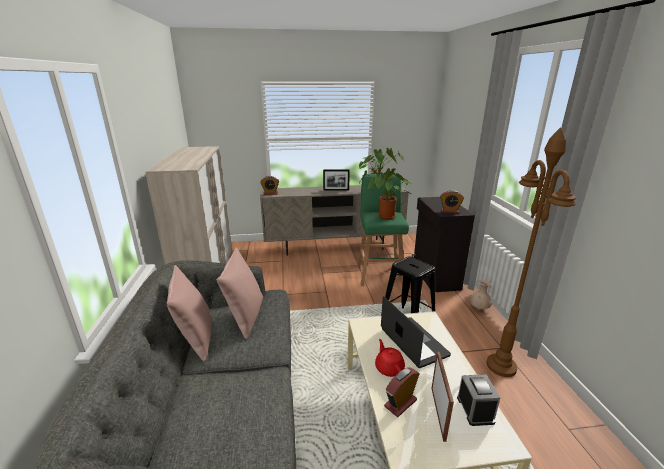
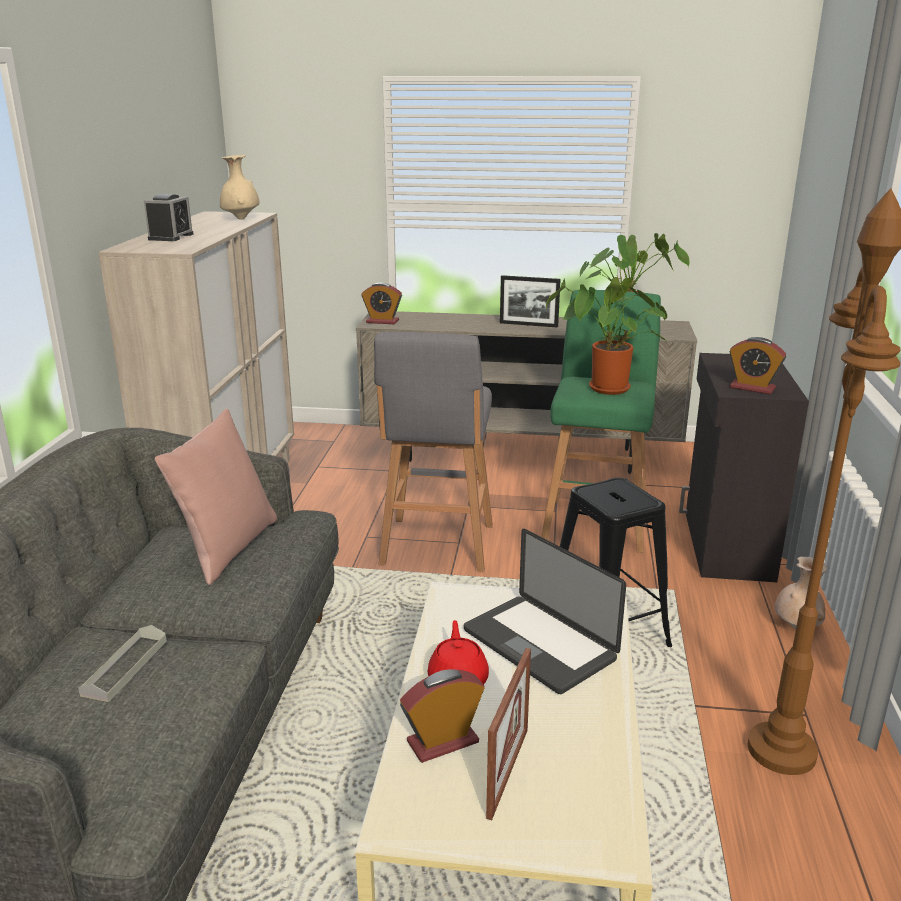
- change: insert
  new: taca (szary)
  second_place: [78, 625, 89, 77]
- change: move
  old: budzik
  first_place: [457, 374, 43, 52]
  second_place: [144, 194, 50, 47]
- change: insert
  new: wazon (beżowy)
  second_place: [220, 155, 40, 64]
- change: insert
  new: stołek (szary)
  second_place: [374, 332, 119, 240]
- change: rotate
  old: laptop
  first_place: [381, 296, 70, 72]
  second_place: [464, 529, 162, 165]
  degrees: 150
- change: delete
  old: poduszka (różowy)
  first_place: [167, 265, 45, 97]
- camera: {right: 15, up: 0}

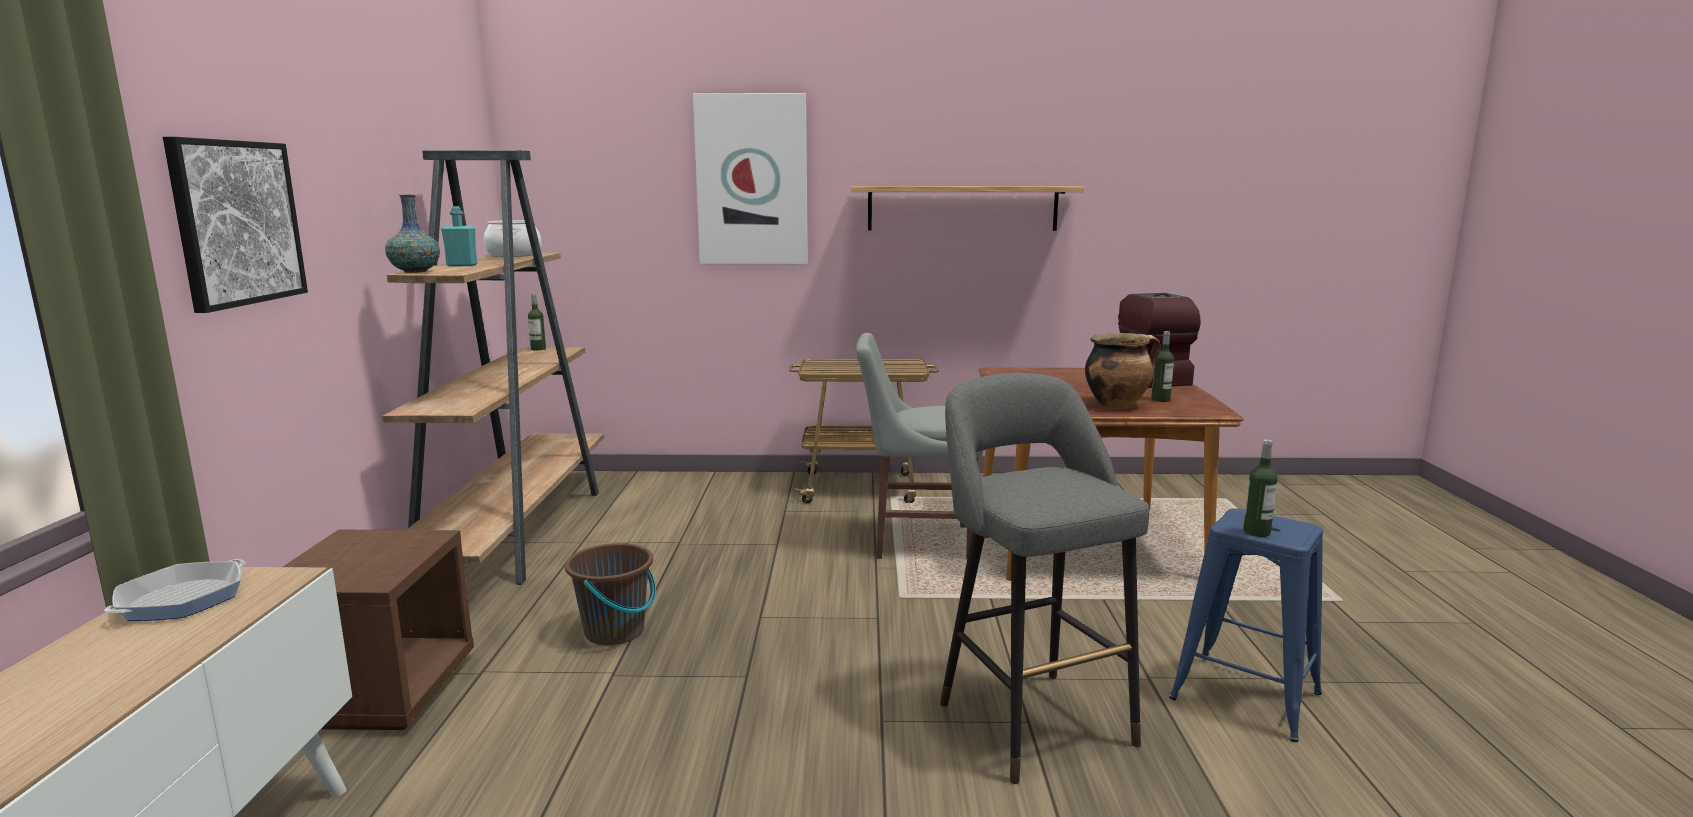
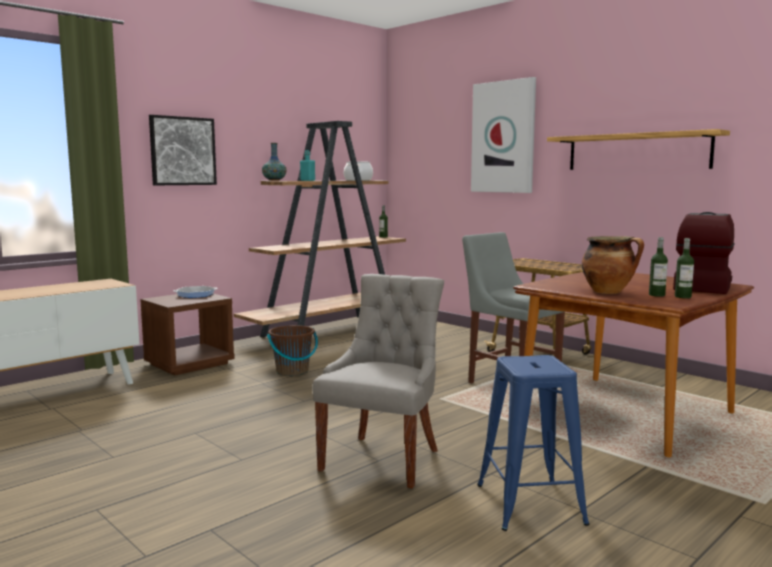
- change: move
  old: patelnia
  first_place: [104, 559, 142, 62]
  second_place: [173, 286, 45, 12]
- change: replace
  old: stołek (szary)
  new: krzesło (szary)
  first_place: [940, 373, 209, 411]
  second_place: [313, 274, 131, 215]
- change: move
  old: butelka
  first_place: [1243, 440, 35, 97]
  second_place: [675, 238, 19, 60]
- camera: {right: 45, up: -5}

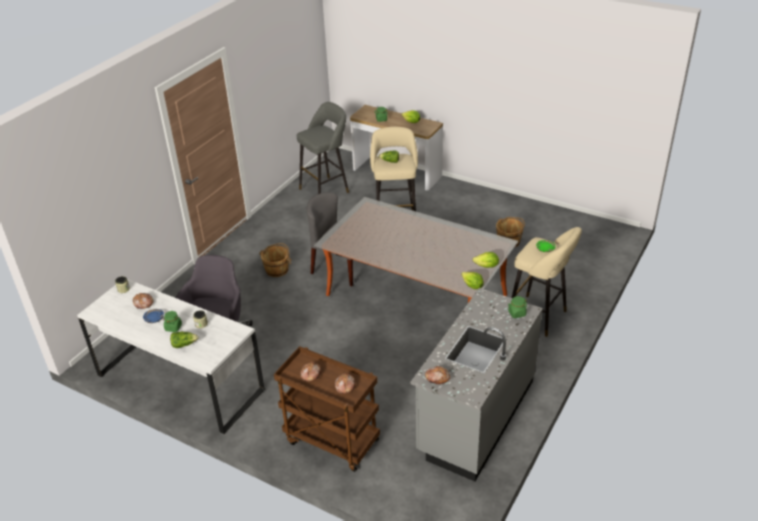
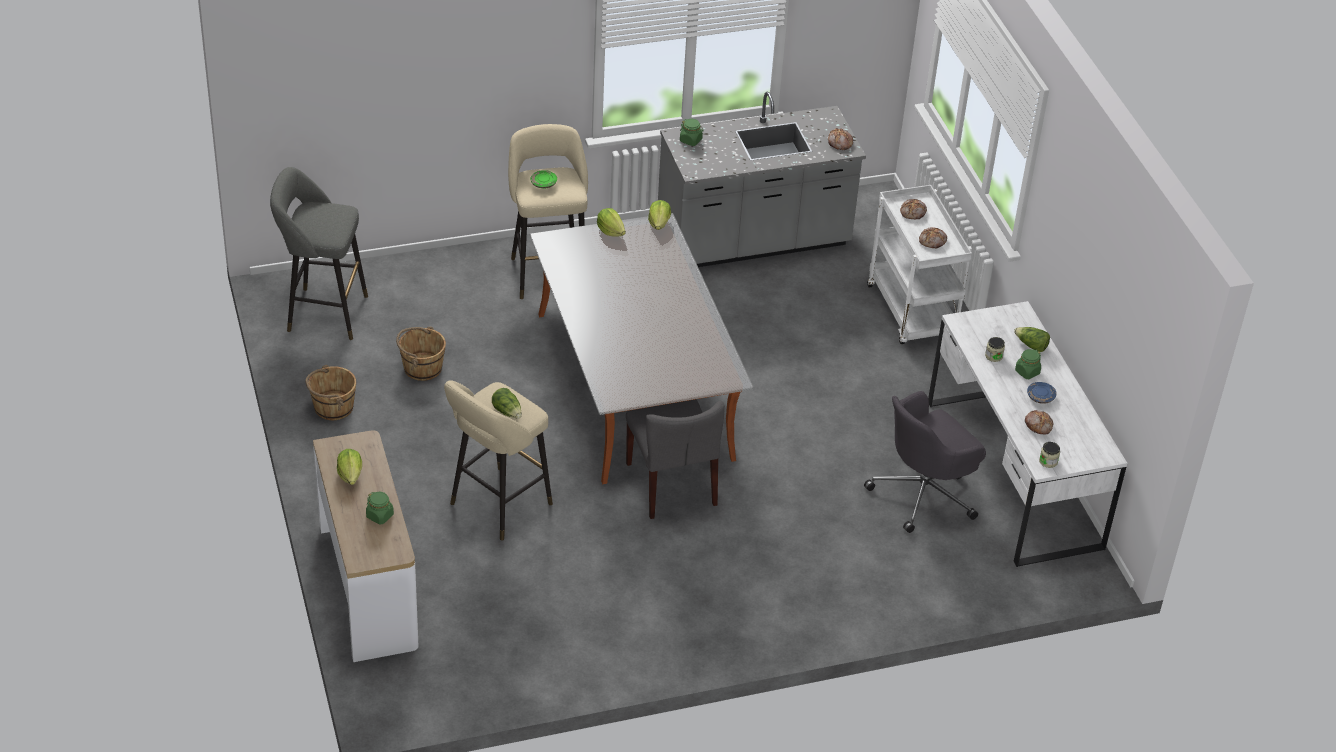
- change: move
  old: stołek (szary)
  first_place: [297, 102, 52, 92]
  second_place: [270, 167, 98, 173]
- change: move
  old: wiadro (brązowy)
  first_place: [259, 243, 33, 34]
  second_place: [305, 365, 51, 55]
- change: recolor
  old: wózek (brązowy)
  new: wózek (biały)
  first_place: [274, 346, 106, 126]
  second_place: [867, 185, 105, 159]
- camera: {right: -140, up: 5}

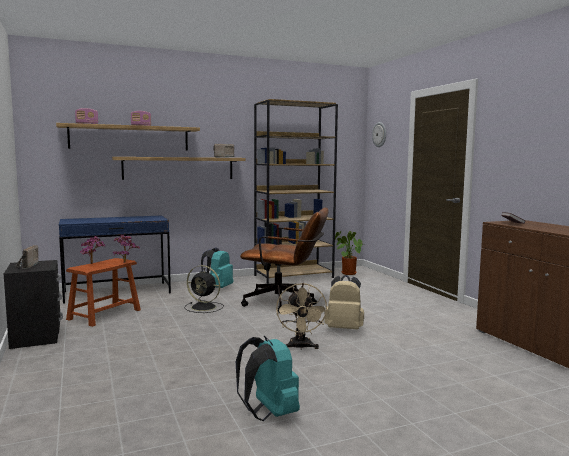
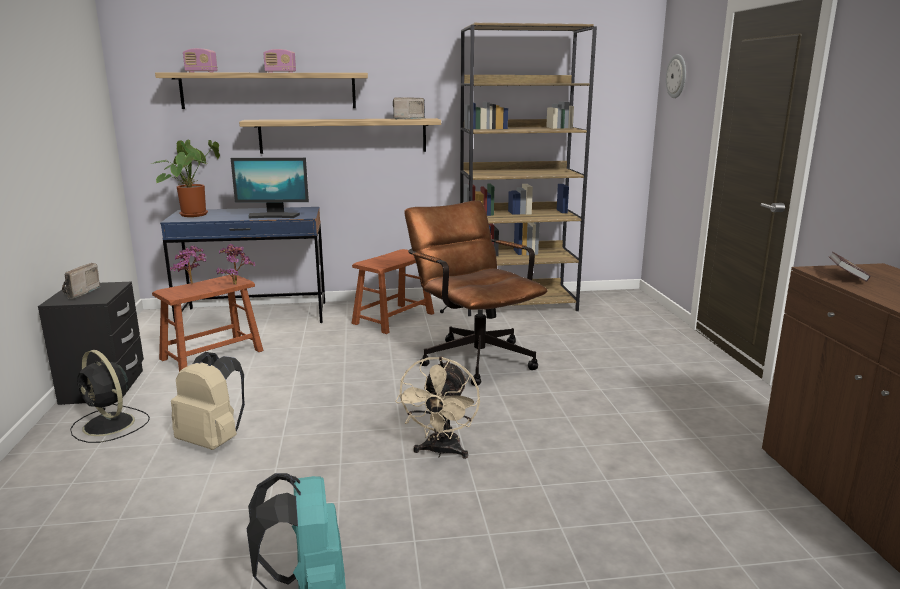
- change: move
  old: wentylator (czarny)
  first_place: [185, 265, 39, 48]
  second_place: [70, 350, 80, 93]
- change: move
  old: roślina doniczkowa
  first_place: [335, 231, 29, 44]
  second_place: [152, 140, 68, 77]
- change: move
  old: plecak (beżowy)
  first_place: [324, 275, 40, 55]
  second_place: [171, 352, 74, 98]
- change: insert
  new: monitor
  second_place: [231, 158, 78, 60]
- change: replace
  old: plecak (turkusowy)
  new: stołek (brązowy)
  first_place: [201, 247, 33, 41]
  second_place: [352, 249, 82, 85]
- change: rotate
  old: krzesło biurowe (brązowy)
  first_place: [240, 207, 89, 106]
  second_place: [404, 200, 144, 186]
  degrees: -150
- camera: {right: 15, up: 10}

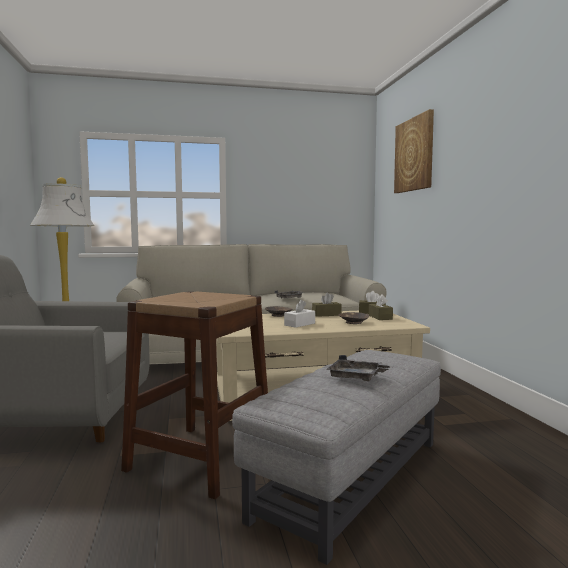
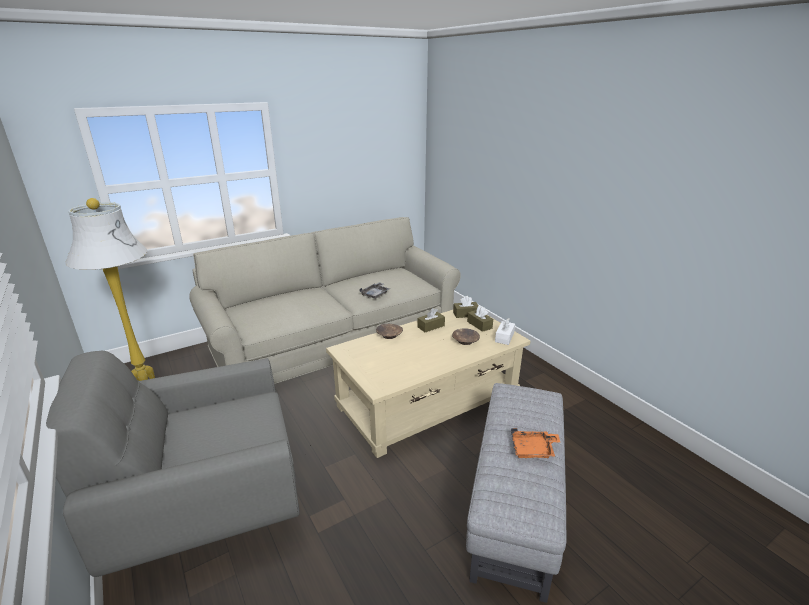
- change: move
  old: pudełko chusteczek (biały)
  first_place: [284, 300, 31, 28]
  second_place: [495, 318, 20, 27]
- change: recolor
  old: taca (szary)
  new: taca (pomarańczowy)
  first_place: [326, 355, 68, 26]
  second_place: [511, 428, 49, 30]
- change: delete
  old: stołek (brązowy)
  first_place: [121, 291, 147, 208]
- change: delete
  old: obraz
  first_place: [394, 109, 40, 84]
- camera: {right: -20, up: 20}

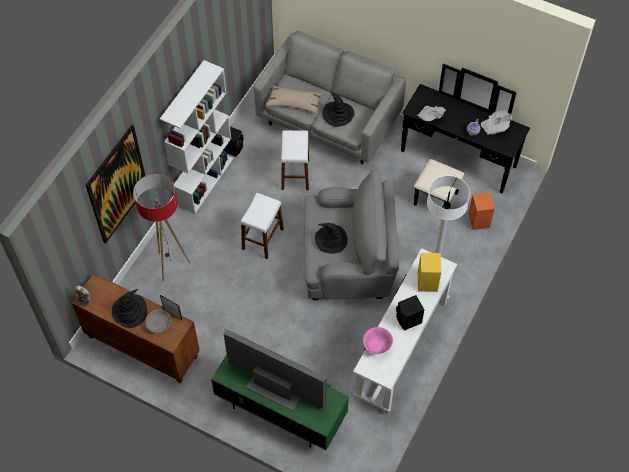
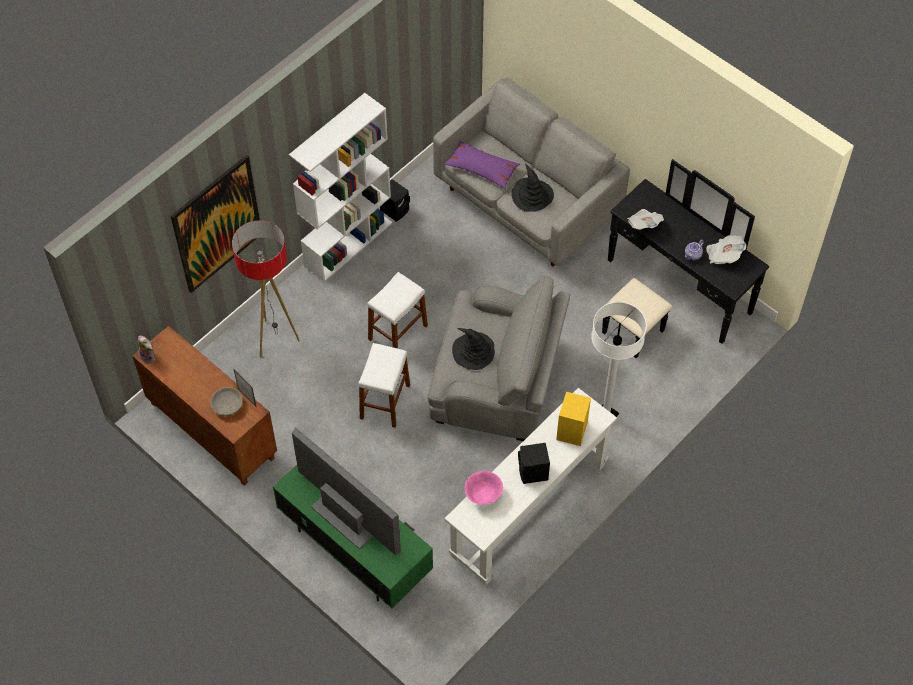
- change: move
  old: stołek (biały)
  first_place: [281, 130, 28, 60]
  second_place: [358, 343, 52, 85]
- change: recolor
  old: poduszka (beżowy)
  new: poduszka (fioletowy)
  first_place: [266, 85, 57, 28]
  second_place: [444, 141, 76, 48]
- change: delete
  old: kapelusz (czarny)
  first_place: [112, 289, 35, 39]
- change: delete
  old: głośnik (pomarańczowy)
  first_place: [468, 192, 27, 38]
- camera: {right: 15, up: 0}

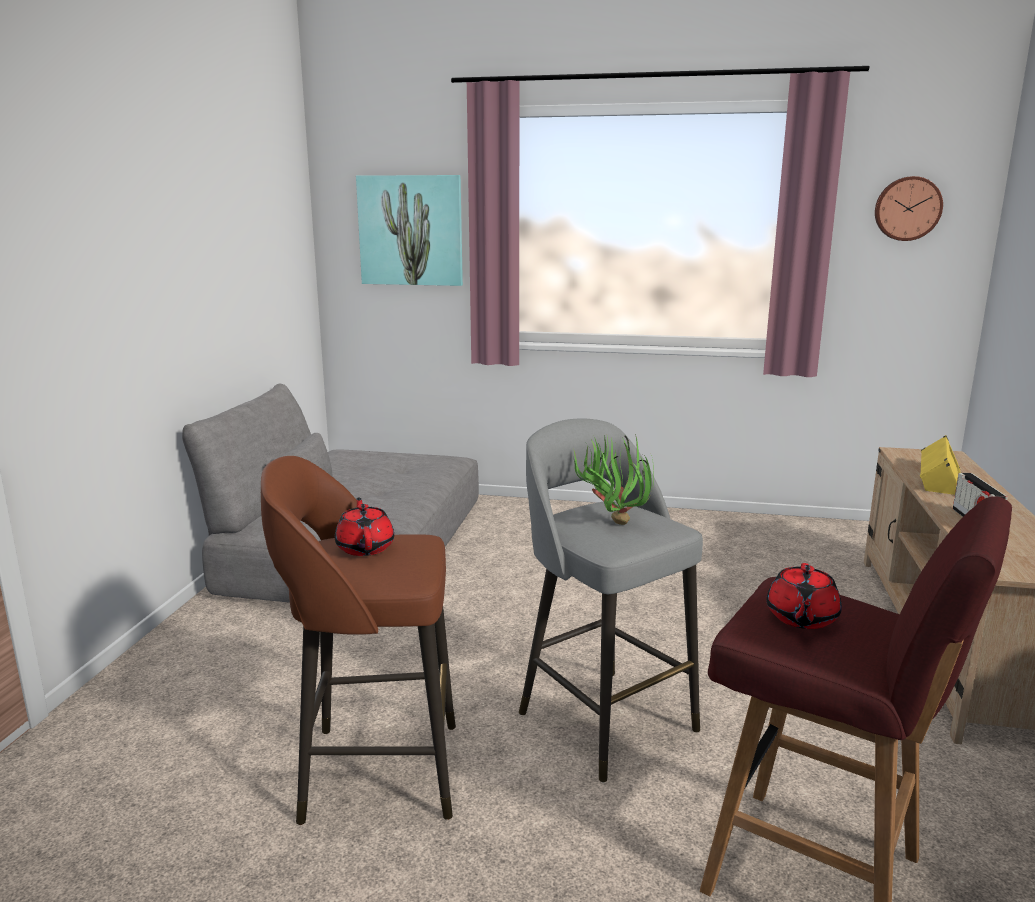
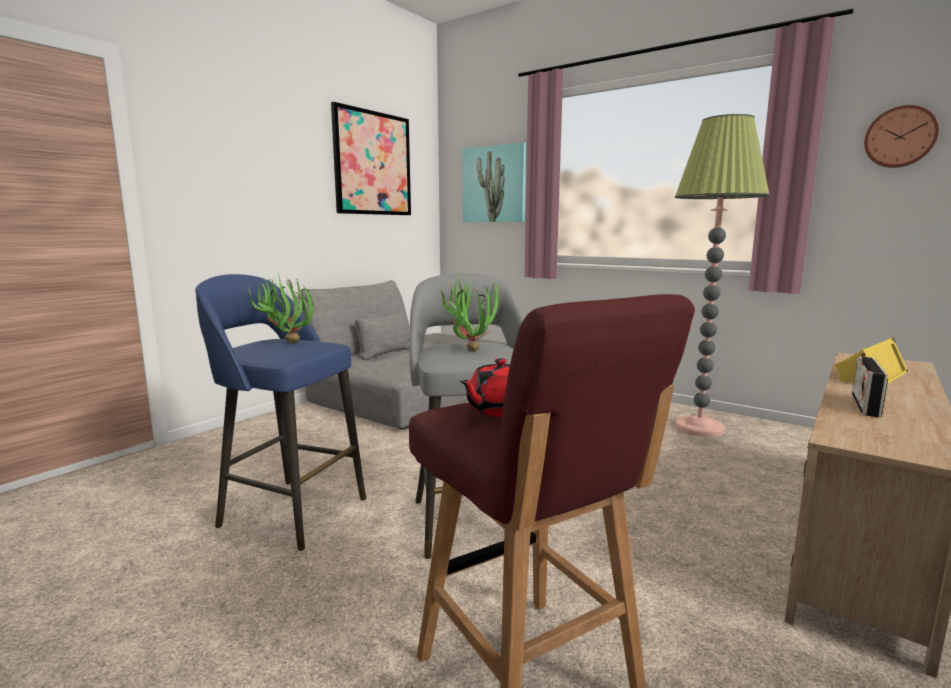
- change: recolor
  old: stołek (brązowy)
  new: stołek (niebieski)
  first_place: [261, 456, 195, 369]
  second_place: [195, 274, 171, 277]
- change: replace
  old: imbryk (czerwony)
  new: roślina doniczkowa
  first_place: [335, 497, 59, 59]
  second_place: [247, 273, 68, 70]
- change: insert
  new: obraz
  second_place: [331, 102, 80, 113]
- change: insert
  new: lampa stojąca
  second_place: [675, 114, 95, 323]
- camera: {right: 25, up: -5}

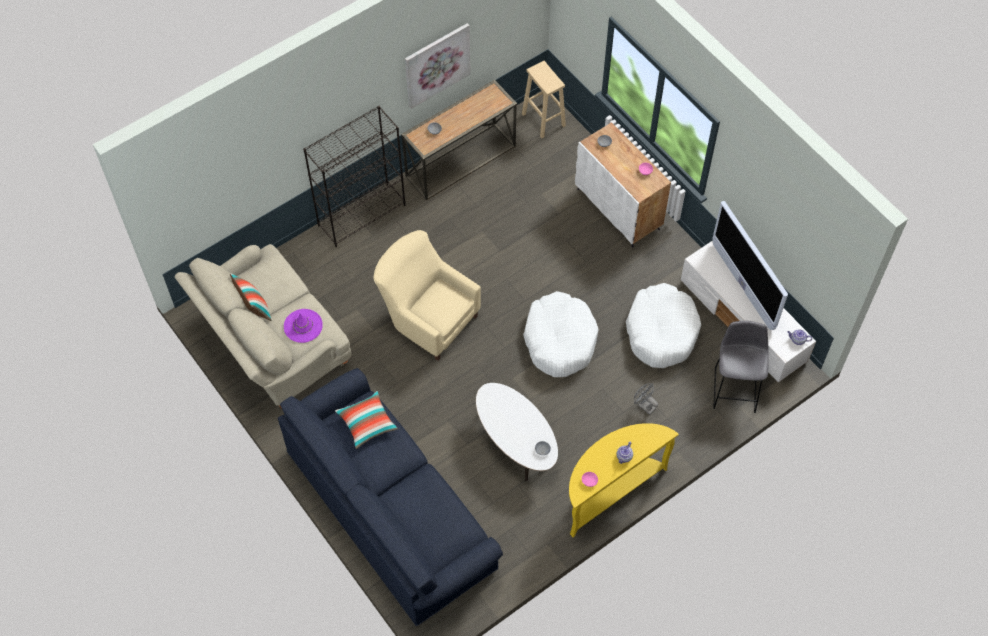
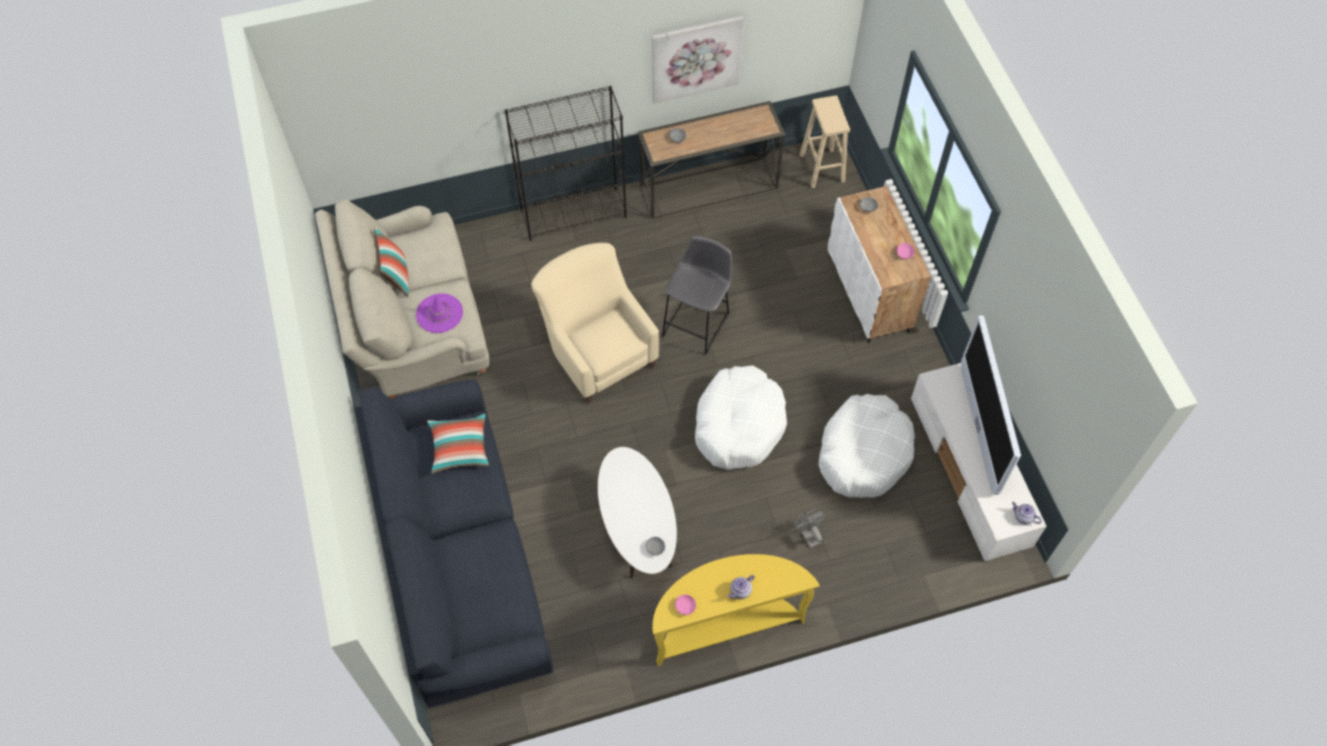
- change: move
  old: stołek (szary)
  first_place: [713, 321, 56, 92]
  second_place: [662, 236, 70, 119]
- camera: {right: 20, up: 0}

